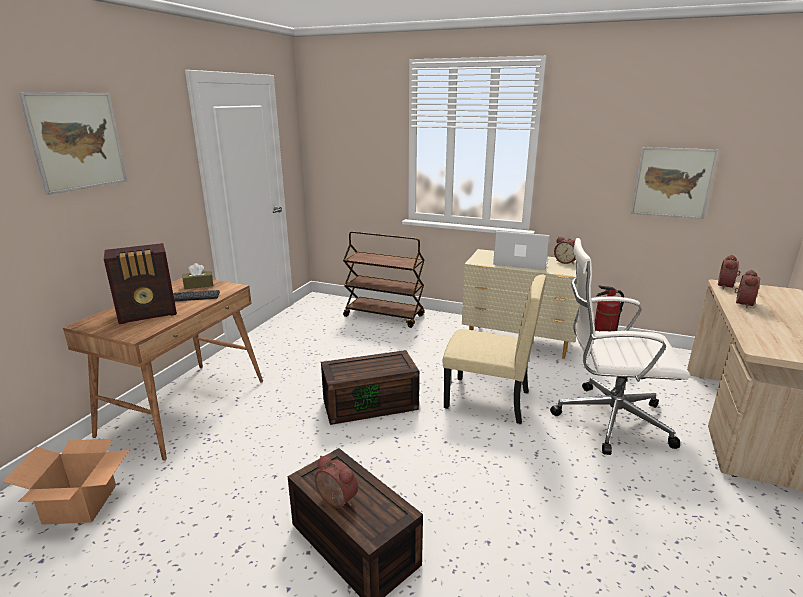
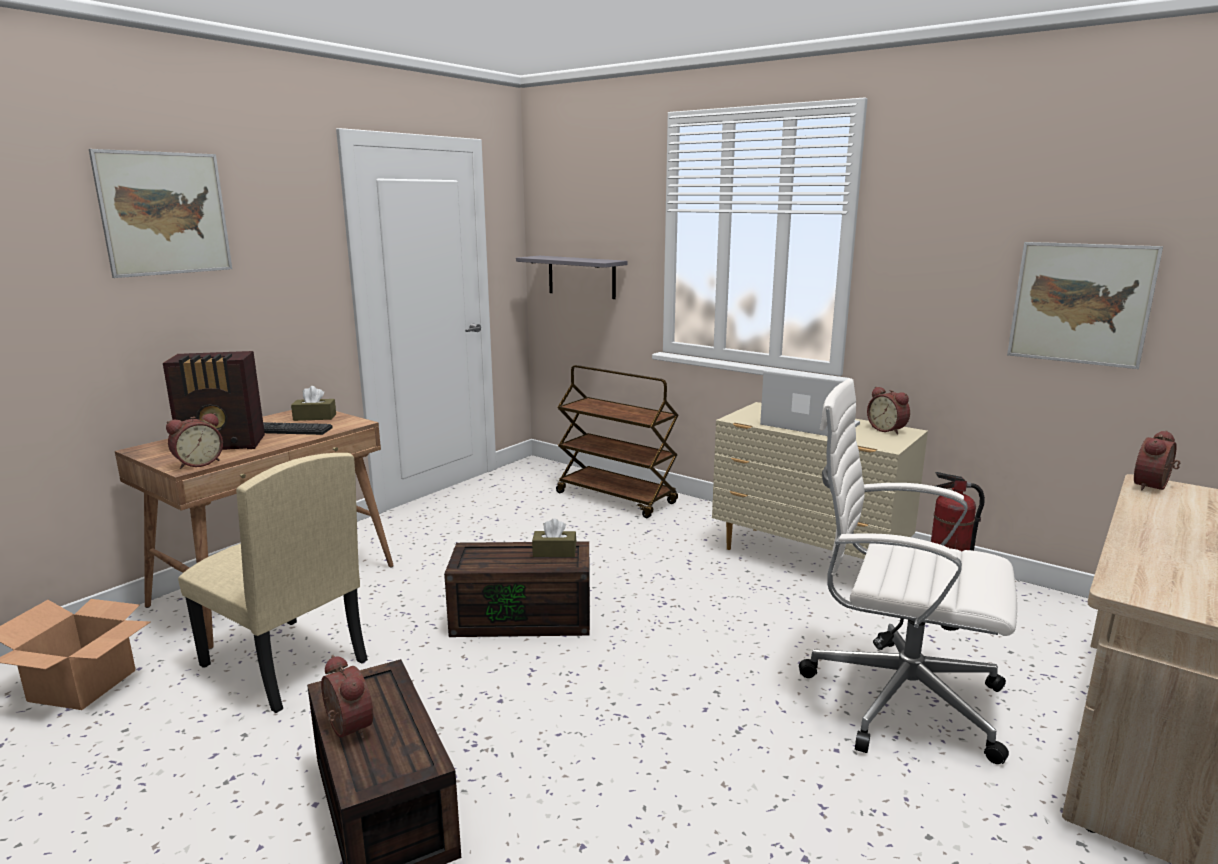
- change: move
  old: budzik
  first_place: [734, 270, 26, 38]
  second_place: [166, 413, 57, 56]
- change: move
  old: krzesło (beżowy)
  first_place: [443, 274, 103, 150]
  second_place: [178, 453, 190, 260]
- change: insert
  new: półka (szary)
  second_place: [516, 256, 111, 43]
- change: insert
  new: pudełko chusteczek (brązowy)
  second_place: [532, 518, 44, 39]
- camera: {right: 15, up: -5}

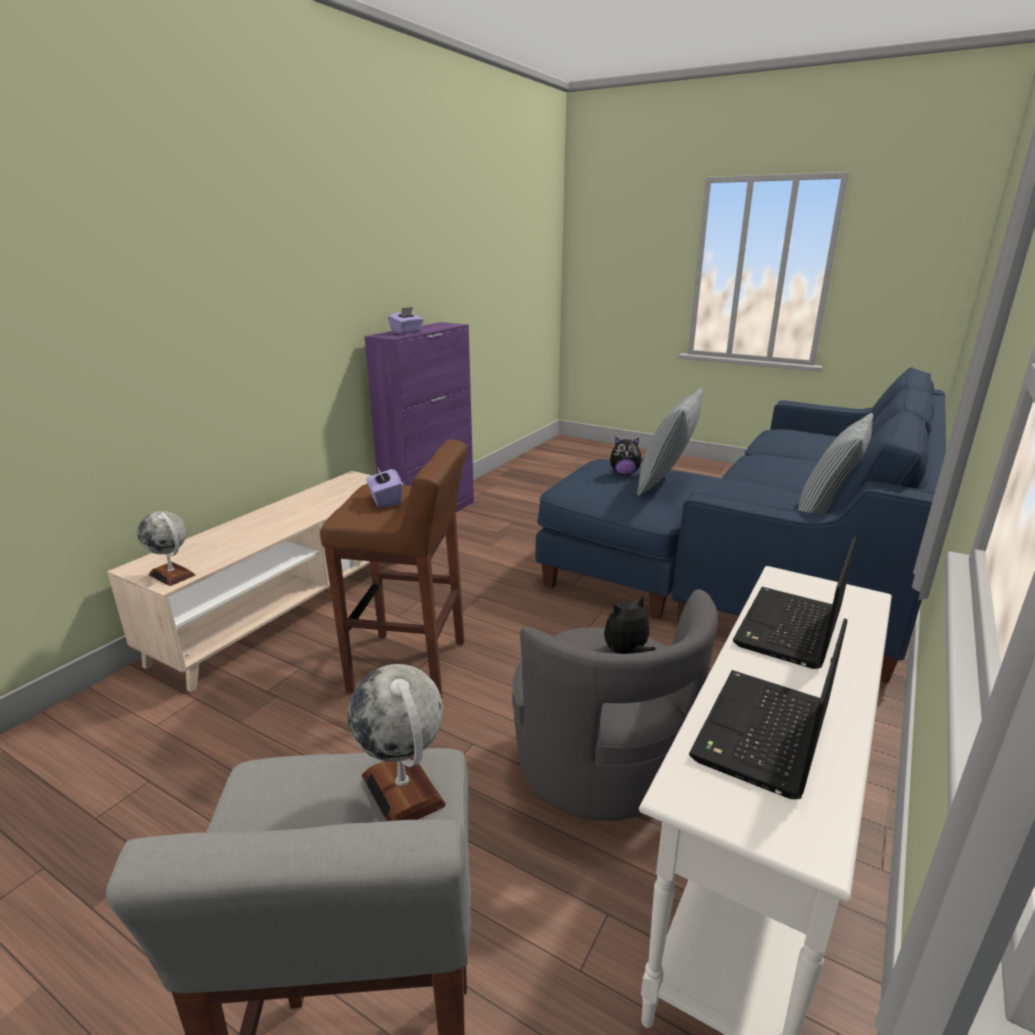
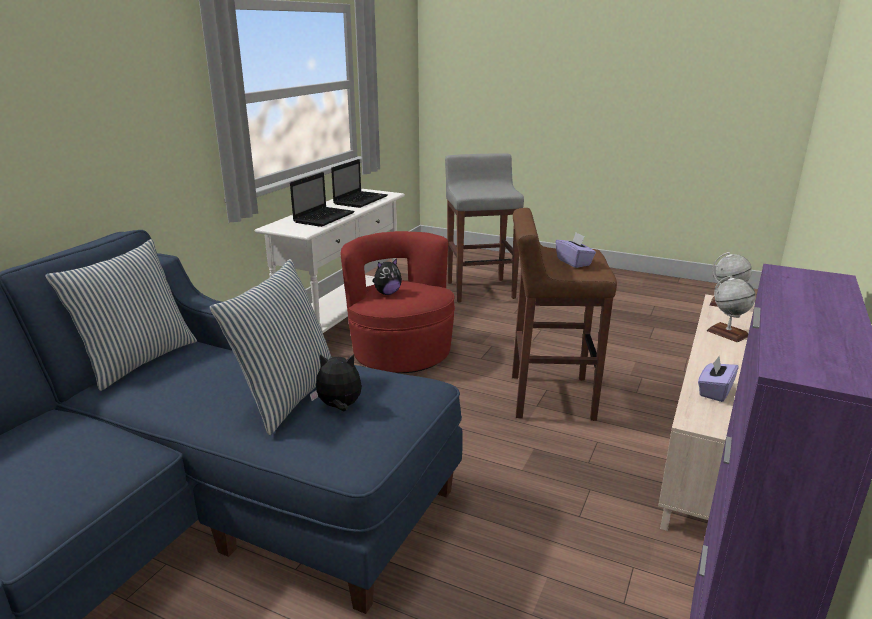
- change: recolor
  old: fotel (szary)
  new: fotel (czerwony)
  first_place: [512, 589, 206, 232]
  second_place: [341, 231, 114, 142]
- change: move
  old: pudełko chusteczek (fioletowy)
  first_place: [388, 307, 36, 27]
  second_place: [698, 356, 41, 46]
- change: move
  old: globus
  first_place: [348, 664, 98, 157]
  second_place: [707, 275, 48, 67]
- camera: {right: 175, up: 0}

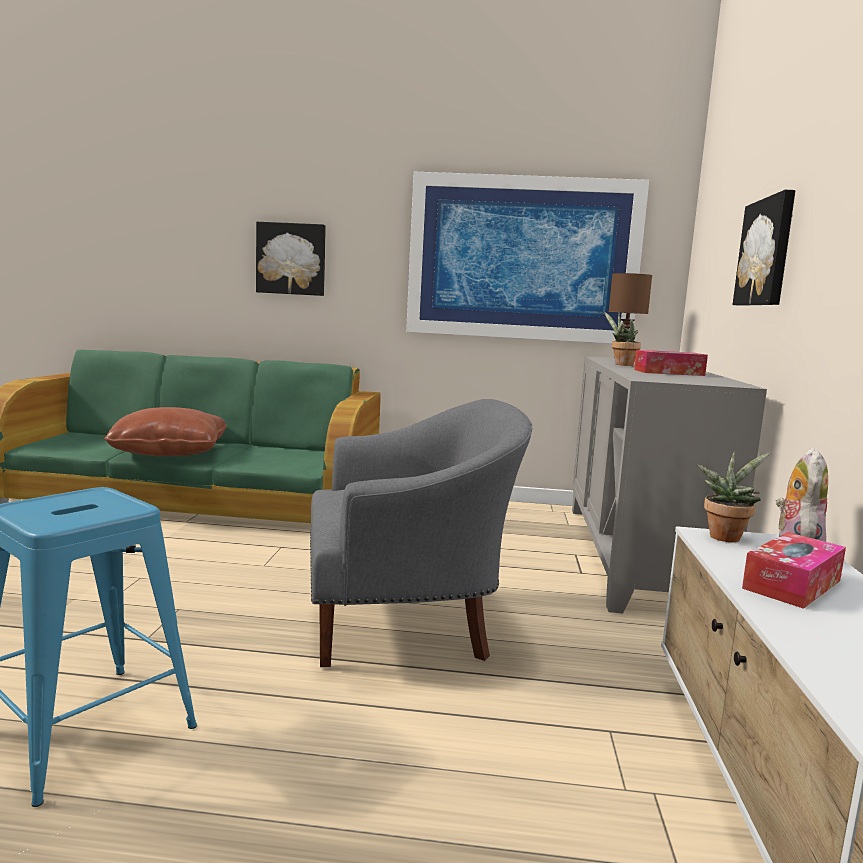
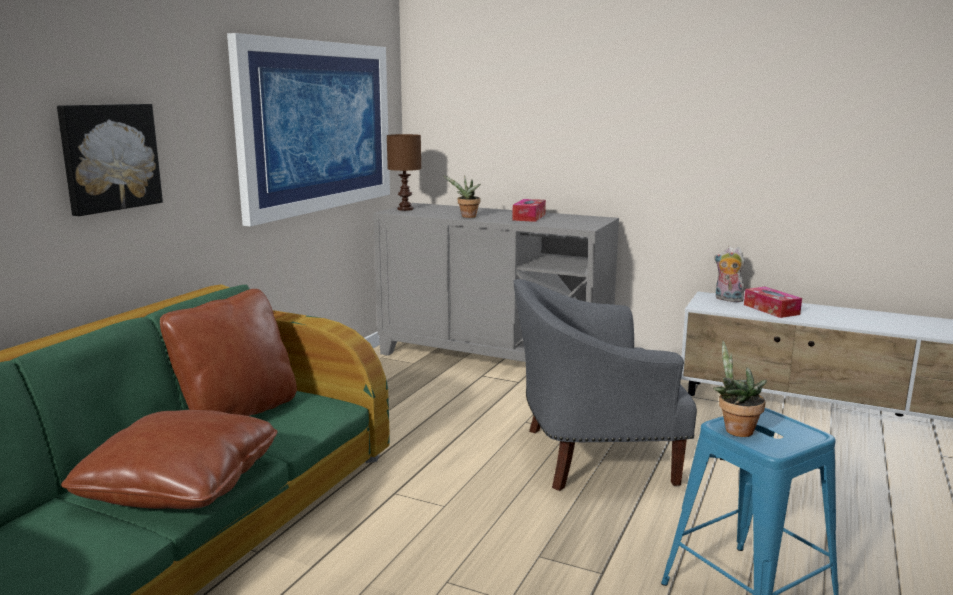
- change: insert
  new: poduszka (brązowy)
  second_place: [160, 289, 137, 127]
- change: rotate
  old: fotel (szary)
  first_place: [310, 399, 222, 268]
  second_place: [513, 279, 184, 212]
  degrees: -105
- change: move
  old: roślina doniczkowa
  first_place: [697, 452, 74, 90]
  second_place: [713, 341, 54, 96]
- change: delete
  old: obraz
  first_place: [733, 190, 63, 116]
- camera: {right: -70, up: 5}

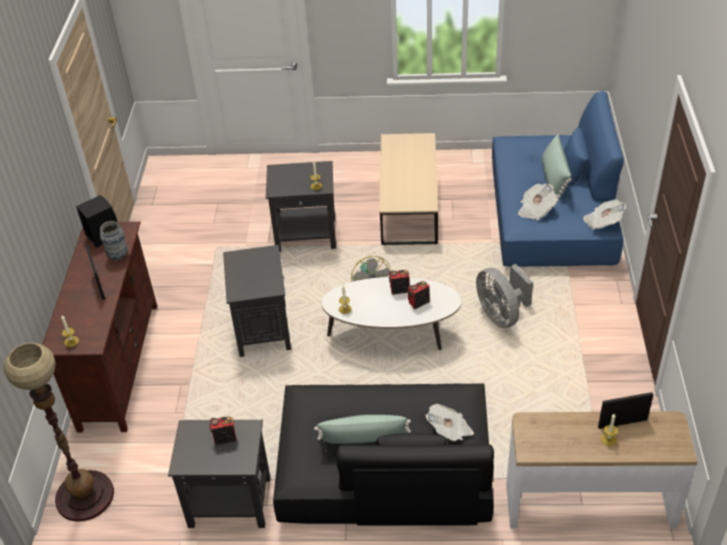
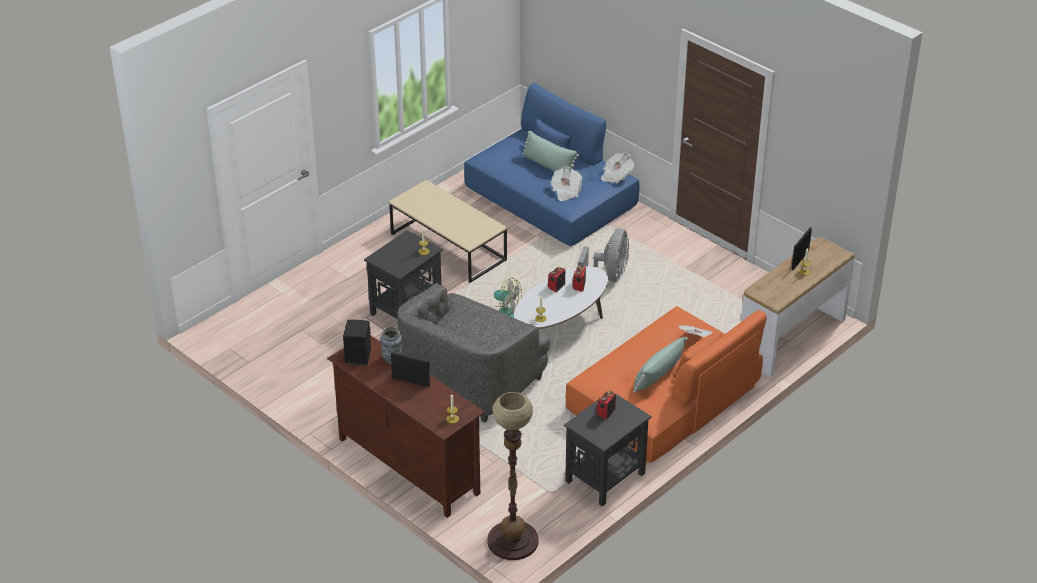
- change: replace
  old: stolik (czarny)
  new: fotel (szary)
  first_place: [223, 245, 68, 112]
  second_place: [398, 283, 152, 140]
- change: recolor
  old: kanapa (czarny)
  new: kanapa (pomarańczowy)
  first_place: [273, 384, 221, 141]
  second_place: [566, 306, 201, 157]
- change: rotate
  old: wentylator (szary)
  first_place: [476, 264, 57, 64]
  second_place: [578, 228, 51, 54]
  degrees: -90
- camera: {right: -50, up: -5}

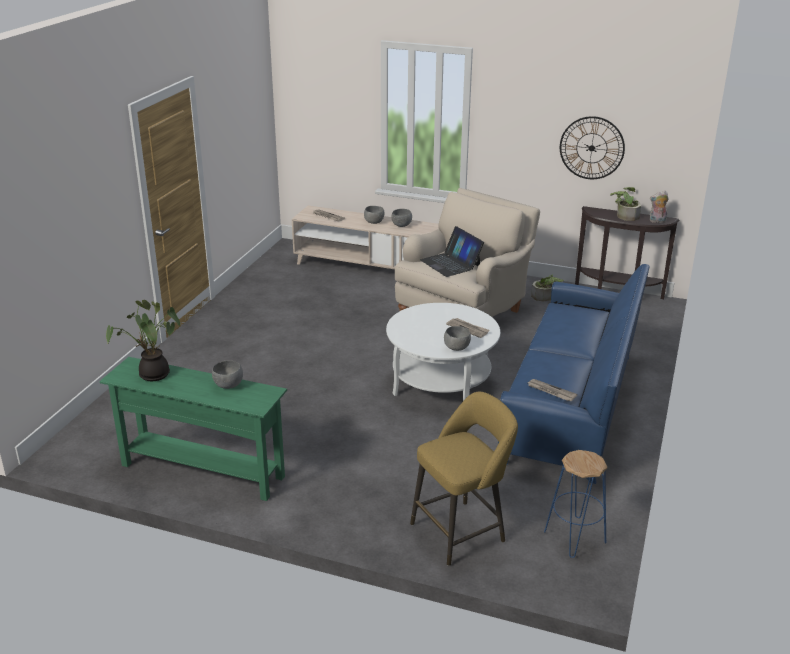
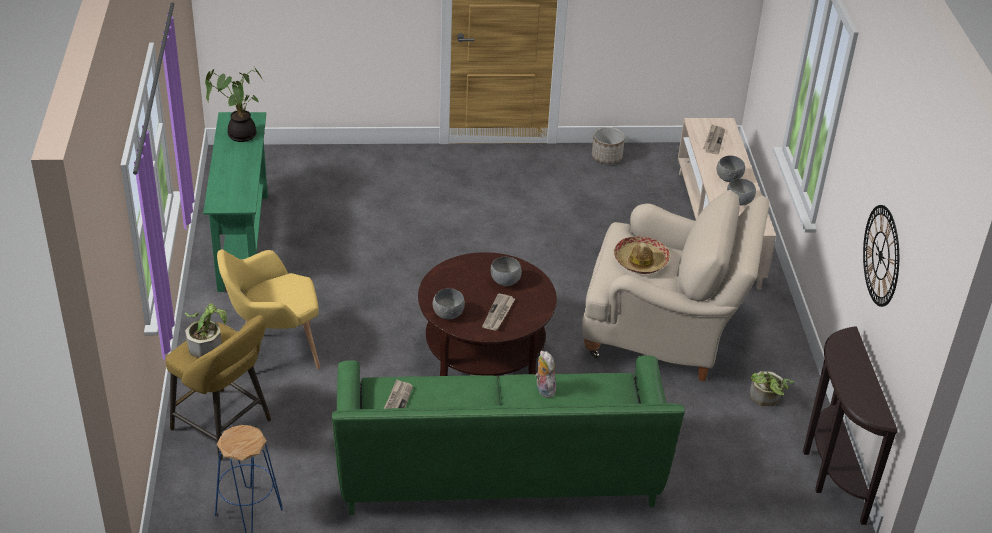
- change: move
  old: roślina doniczkowa
  first_place: [610, 187, 31, 34]
  second_place: [185, 303, 42, 55]
- change: insert
  new: fotel (żółty)
  second_place: [217, 249, 103, 120]
- change: recolor
  old: kanapa (niebieski)
  new: kanapa (zielony)
  first_place: [498, 264, 152, 220]
  second_place: [332, 355, 353, 160]
- change: recolor
  old: ława (biały)
  new: ława (brązowy)
  first_place: [386, 303, 114, 98]
  second_place: [418, 252, 139, 124]
- change: move
  old: miska (szary)
  first_place: [212, 361, 31, 28]
  second_place: [491, 256, 31, 30]
- change: move
  old: pluszak
  first_place: [650, 191, 19, 32]
  second_place: [535, 351, 21, 47]
- change: insert
  new: donica
  second_place: [592, 127, 33, 37]
- change: replace
  old: laptop
  new: kapelusz
  first_place: [420, 226, 64, 51]
  second_place: [614, 236, 56, 38]
- camera: {right: 65, up: 10}

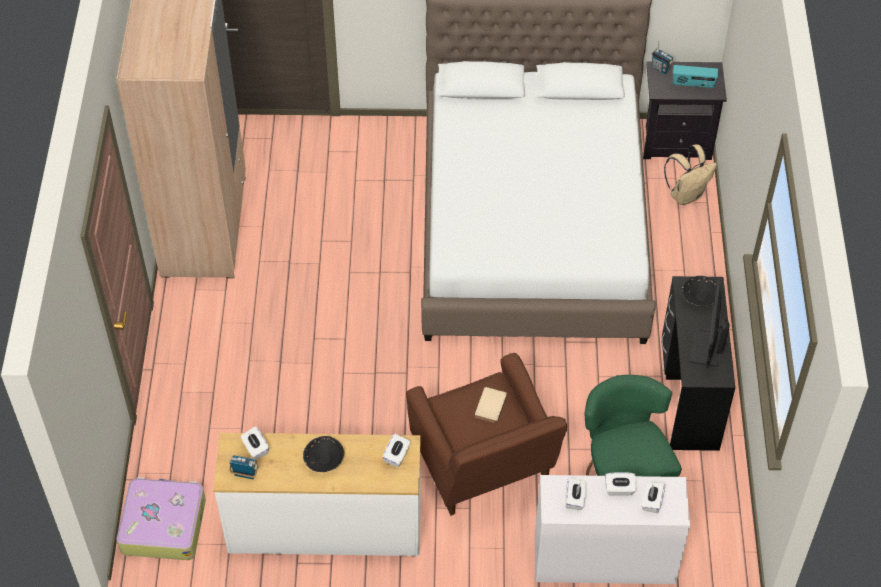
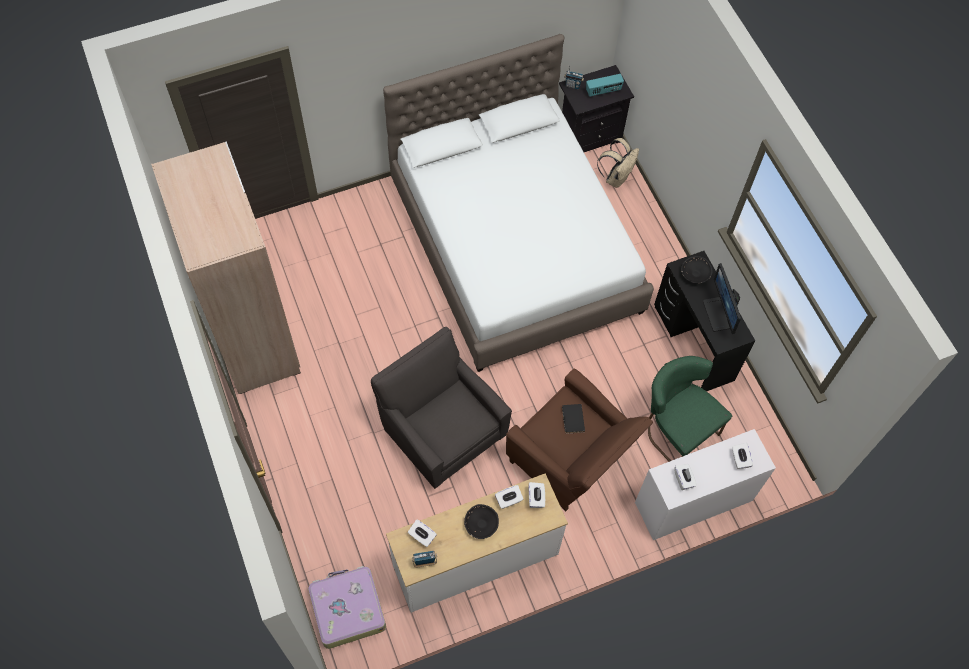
- change: insert
  new: fotel (szary)
  second_place: [371, 327, 141, 162]
- change: move
  old: pudełko chusteczek (biały)
  first_place: [605, 472, 31, 24]
  second_place: [495, 485, 28, 24]
- change: recolor
  old: książka (beżowy)
  new: książka (czarny)
  first_place: [475, 387, 32, 36]
  second_place: [562, 404, 23, 30]
- camera: {right: -25, up: 10}

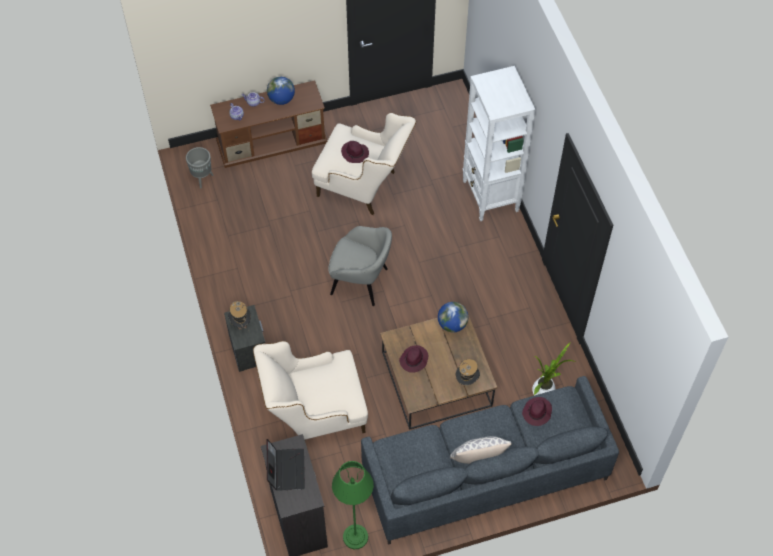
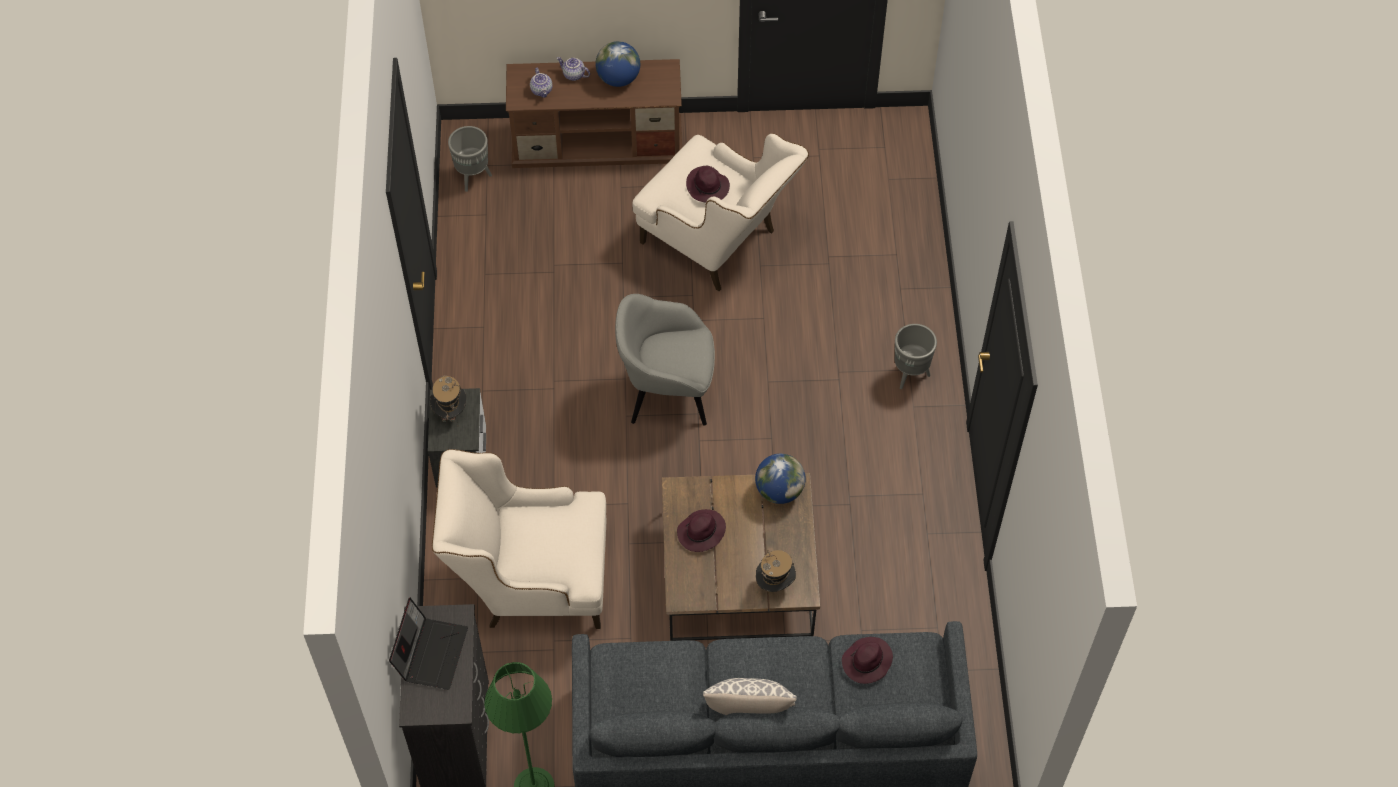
- change: rotate
  old: fotel (szary)
  first_place: [328, 226, 64, 80]
  second_place: [615, 294, 100, 132]
  degrees: 150
- change: insert
  new: donica (szary)
  second_place: [894, 324, 43, 65]
- change: delete
  old: regał (biały)
  first_place: [463, 66, 73, 155]
- change: delete
  old: roślina doniczkowa
  first_place: [532, 343, 41, 52]
- camera: {right: 15, up: 0}

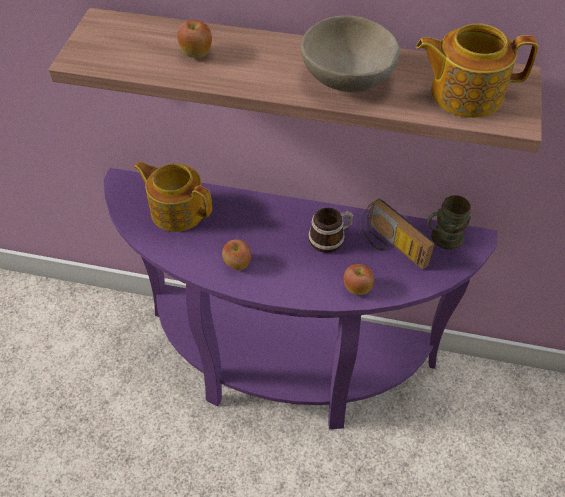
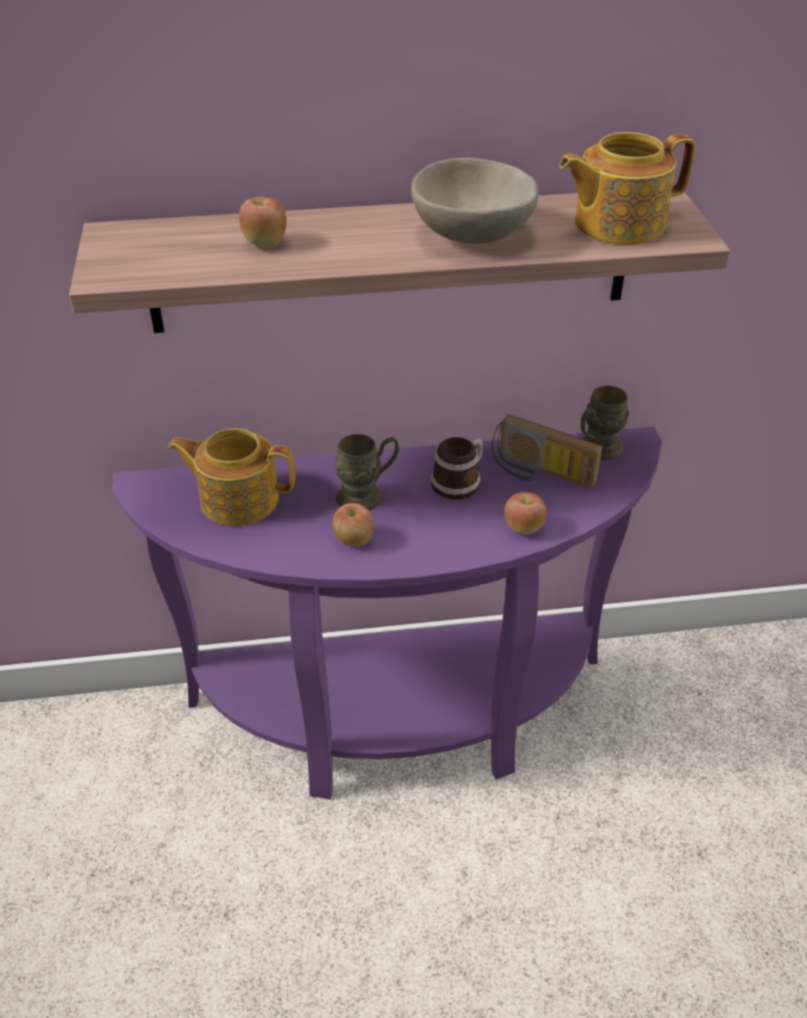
- change: insert
  new: kubek (brązowy)
  second_place: [335, 434, 64, 76]
- camera: {right: -20, up: -10}

